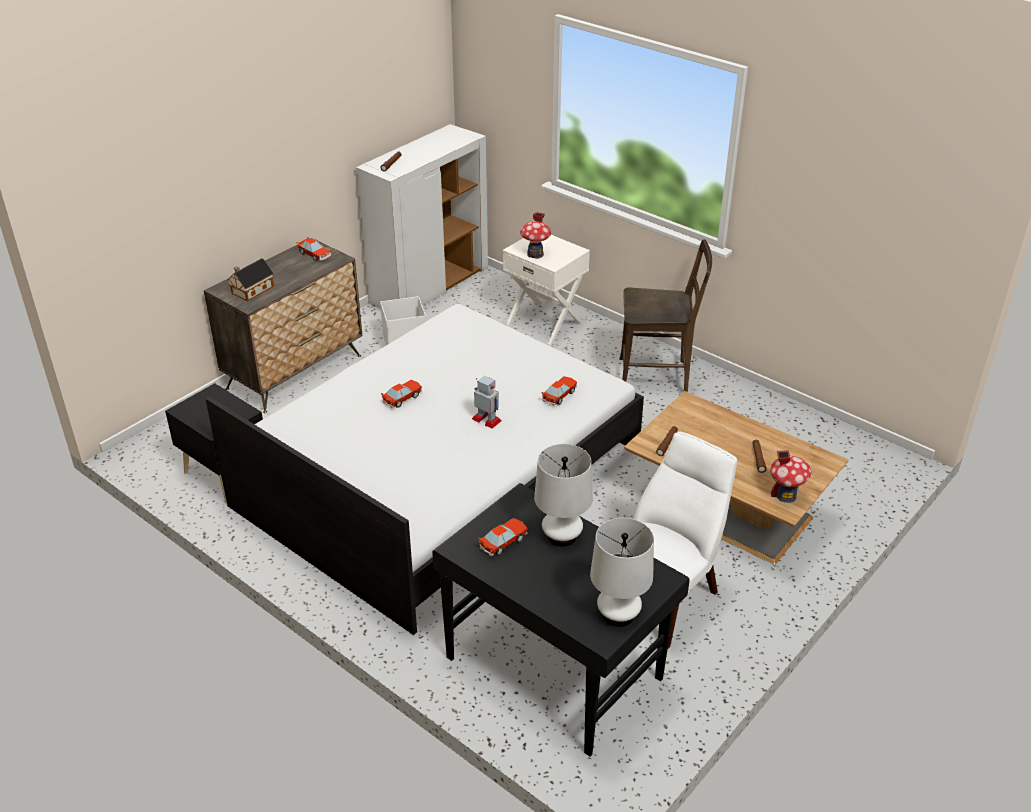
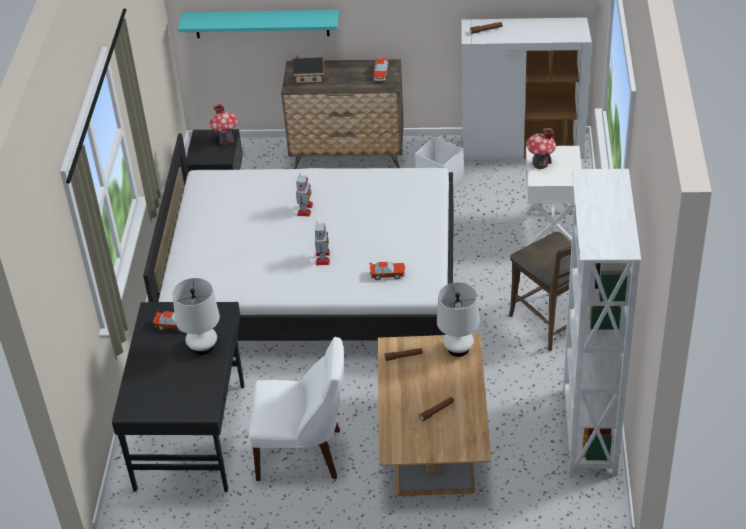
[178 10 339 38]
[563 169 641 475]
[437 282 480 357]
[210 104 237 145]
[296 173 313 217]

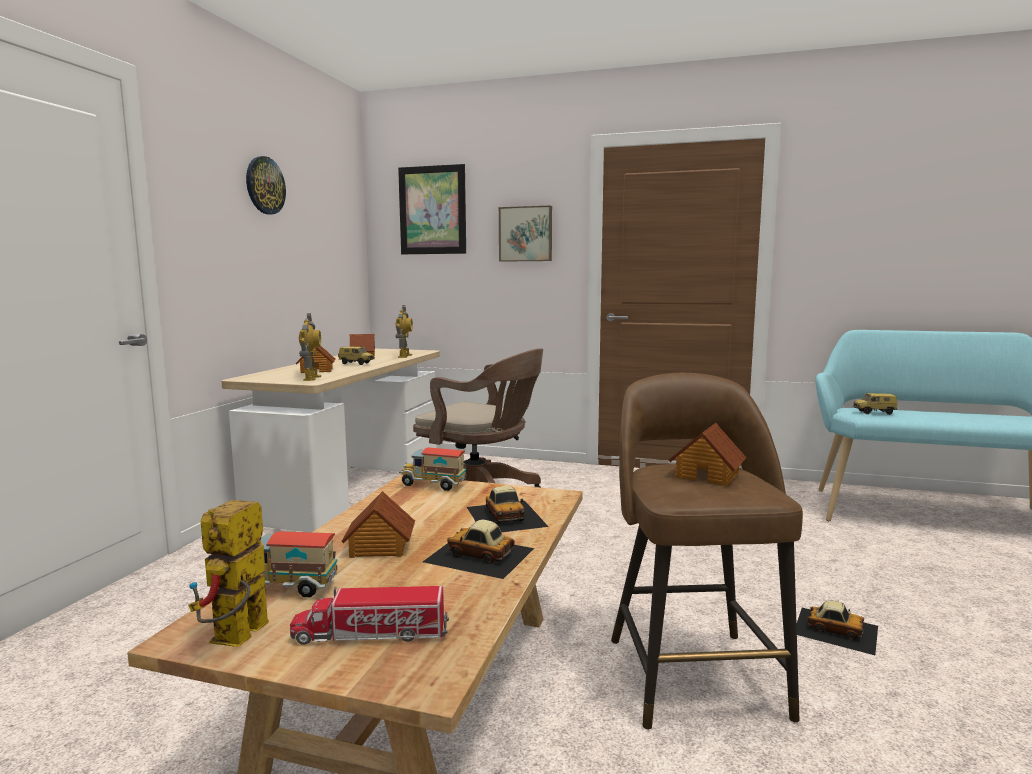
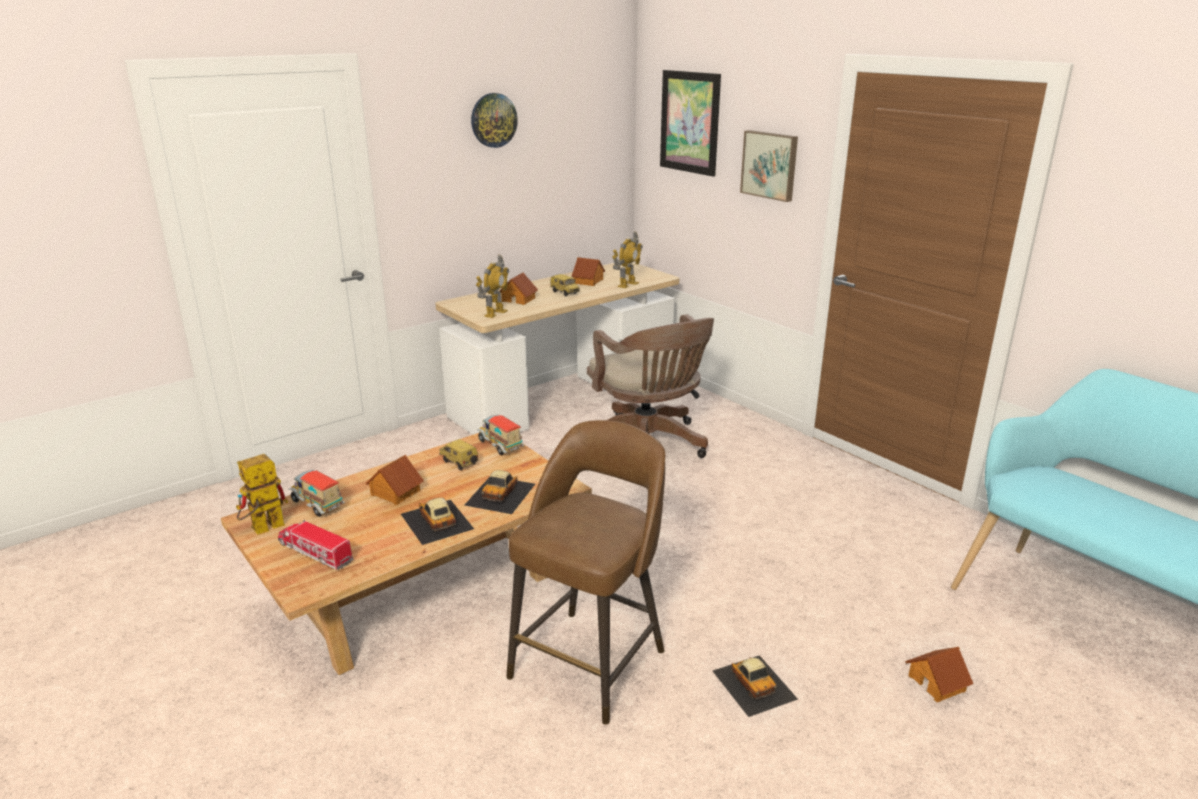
[905 647 973 702]
[439 439 479 470]

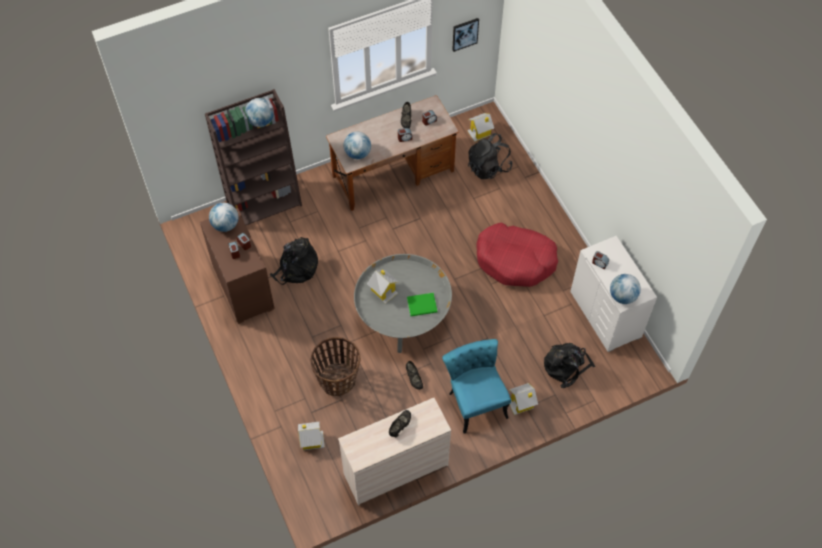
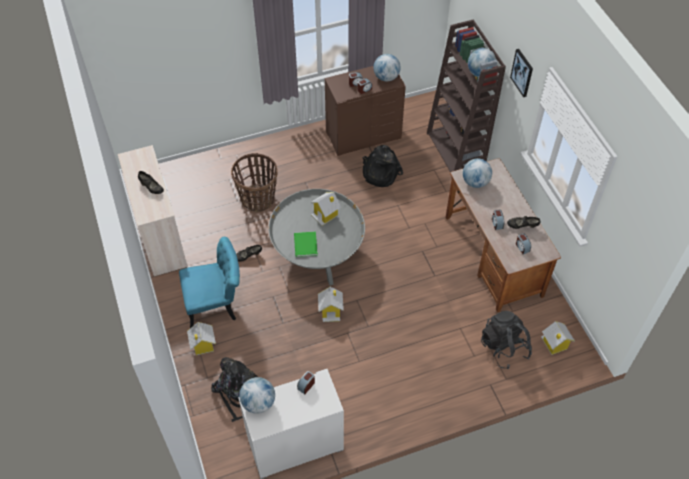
[476 223 558 287] (first image)
[318 287 344 322]
[510 49 533 97]

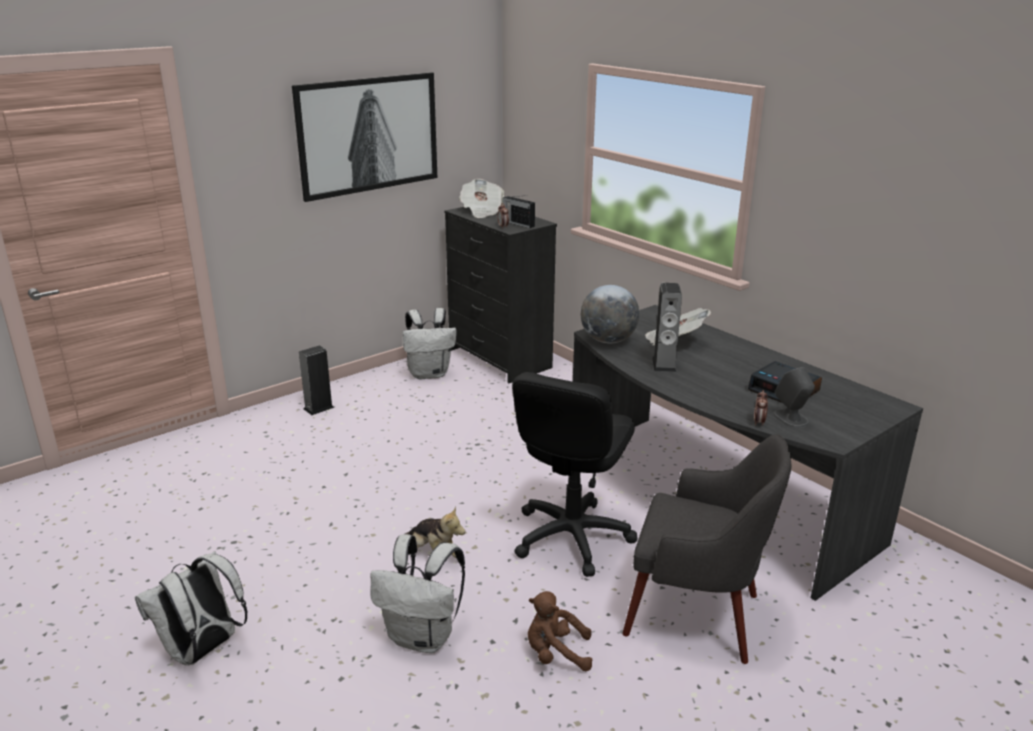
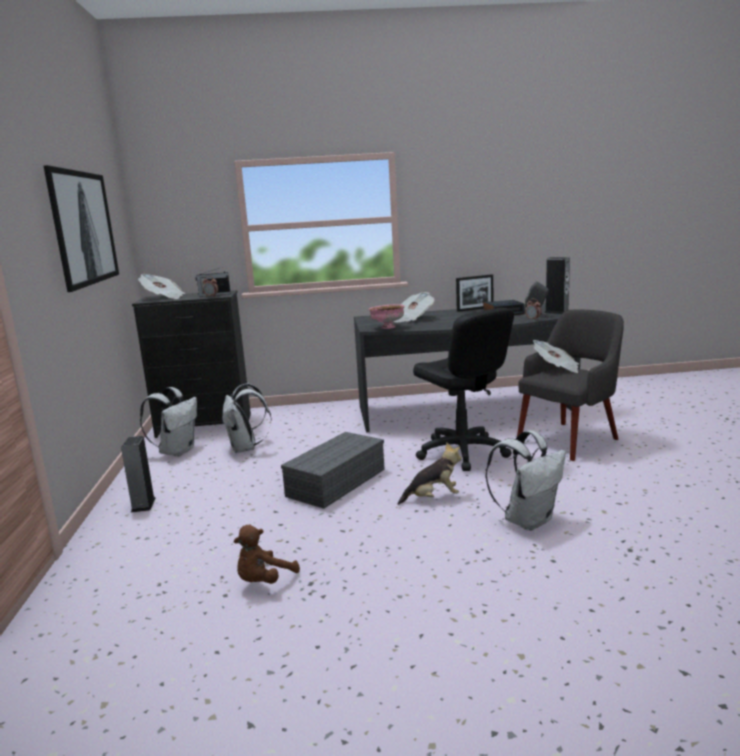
[281 432 385 509]
[456 274 493 312]
[533 340 579 373]
[222 383 272 453]
[234 524 300 584]
[544 257 570 314]
[369 304 405 329]

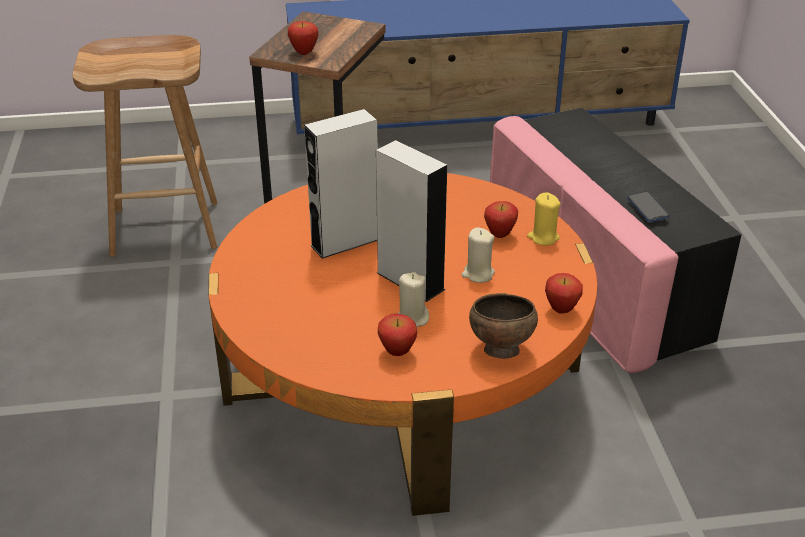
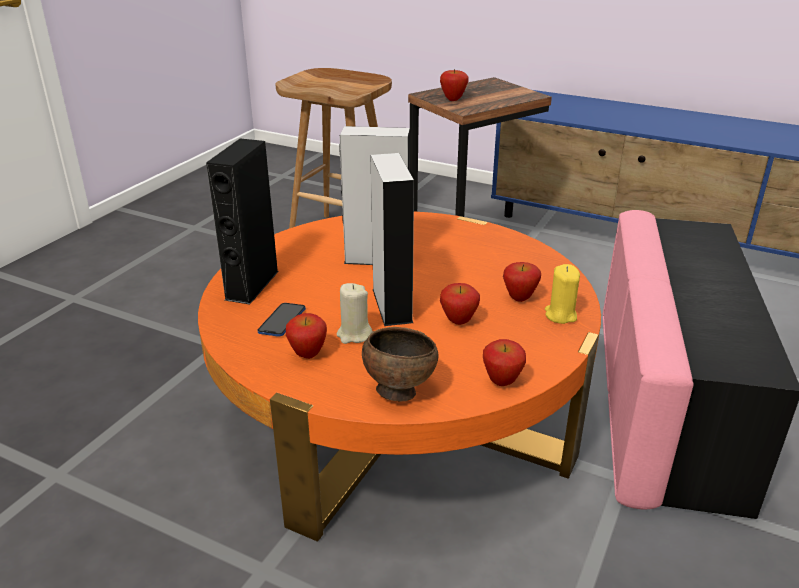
[206 138 279 304]
[257 303 306 337]
[440 283 480 325]

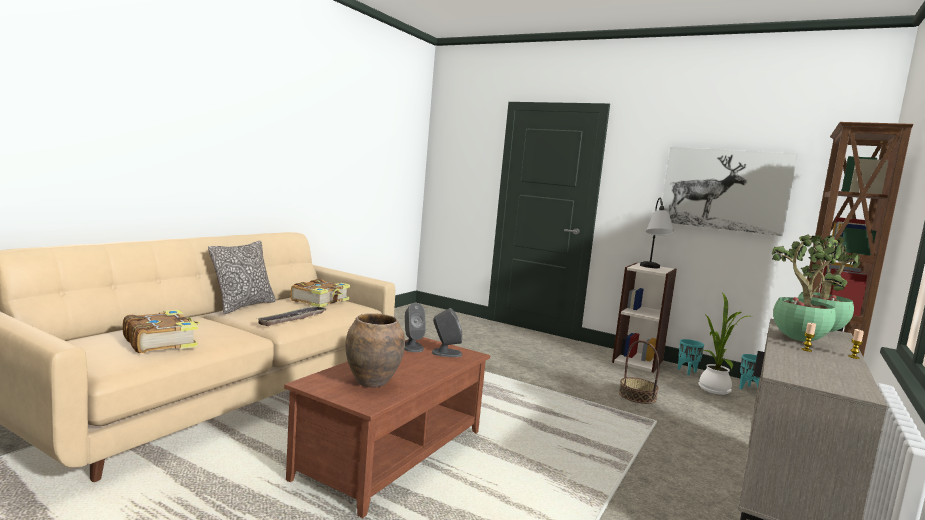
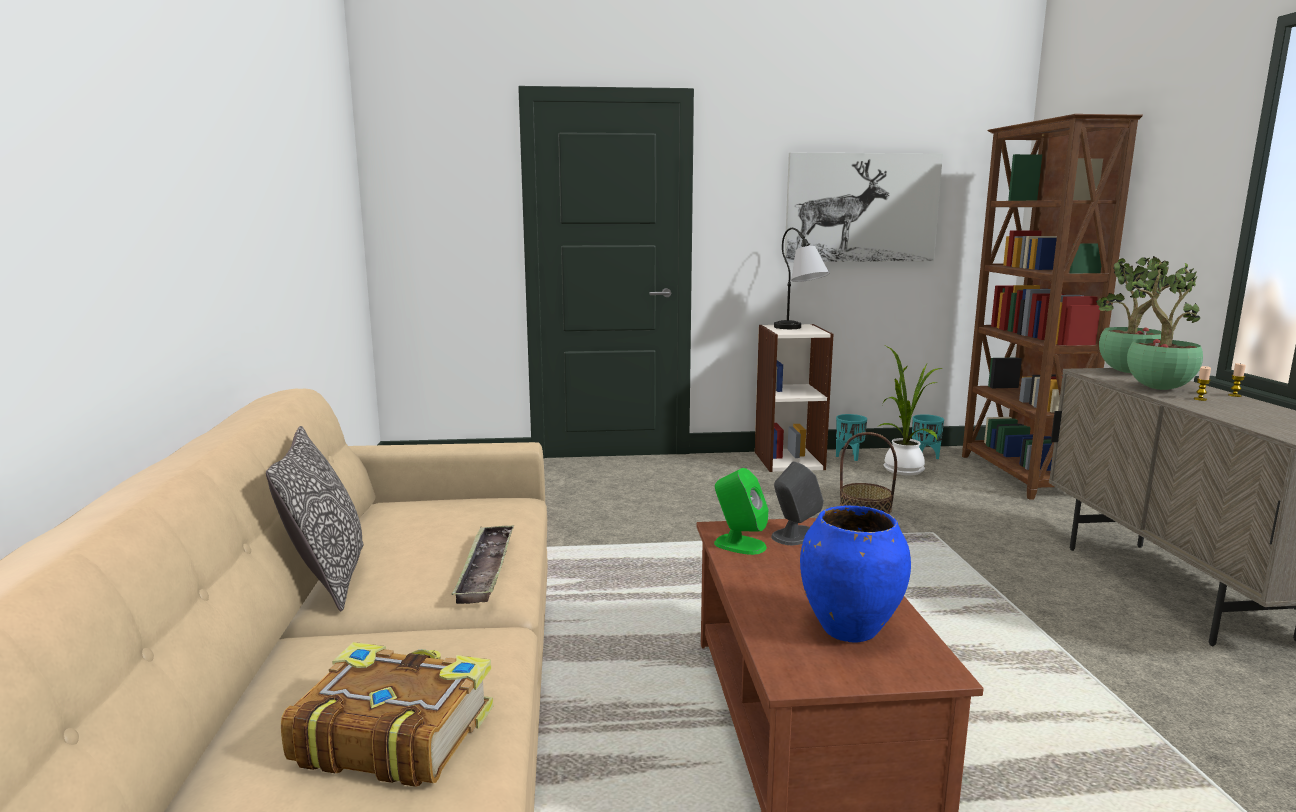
[291 279 350 307] (first image)
[800 505 911 643]
[714 468 768 555]

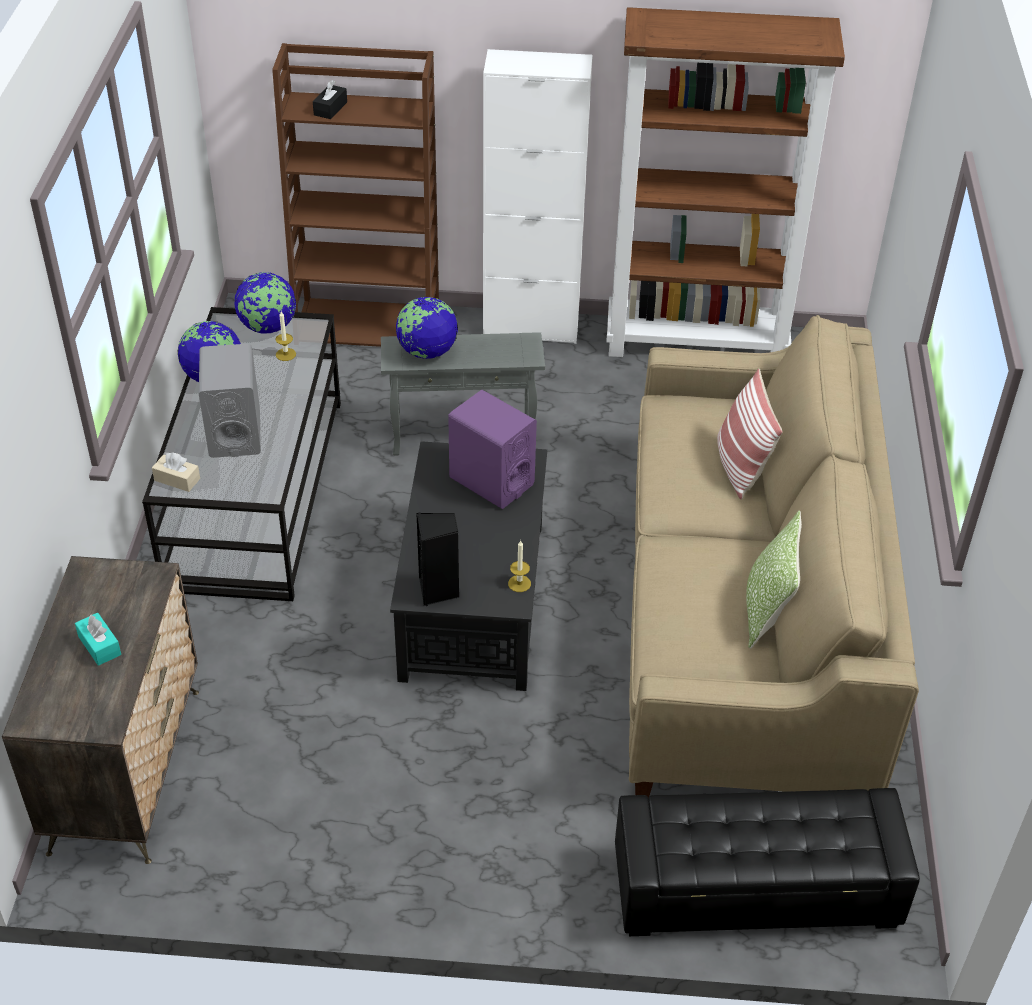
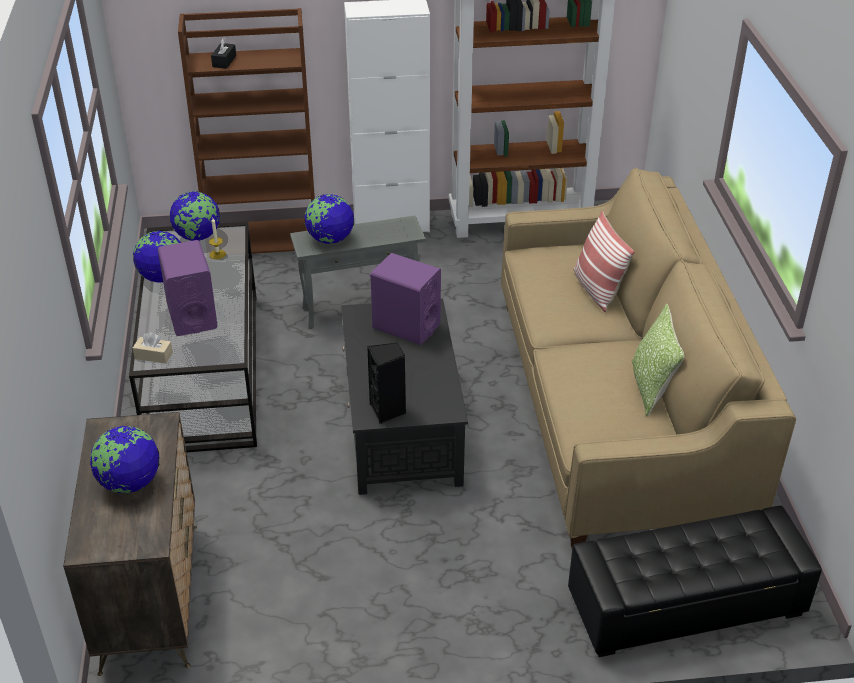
[508 540 531 592] (first image)
[90 426 160 493]
[158 240 218 336]

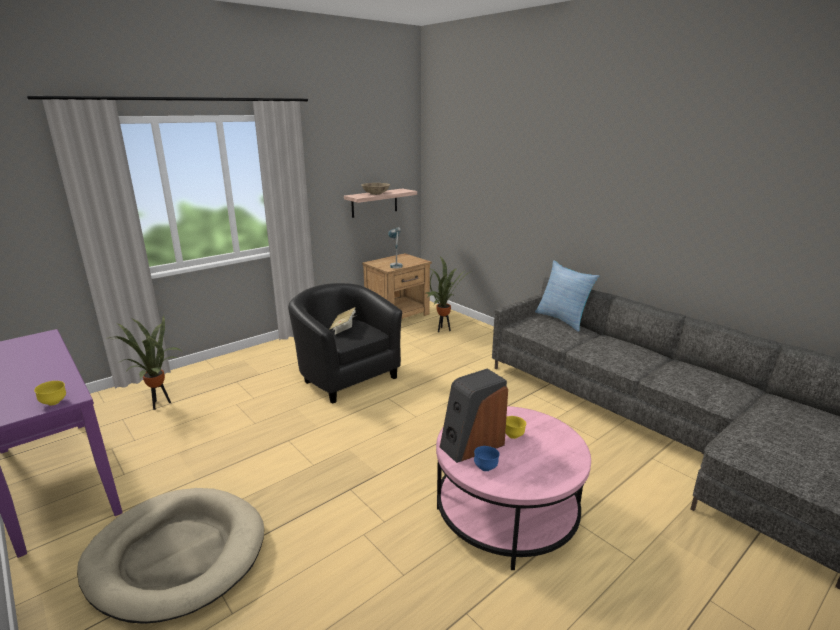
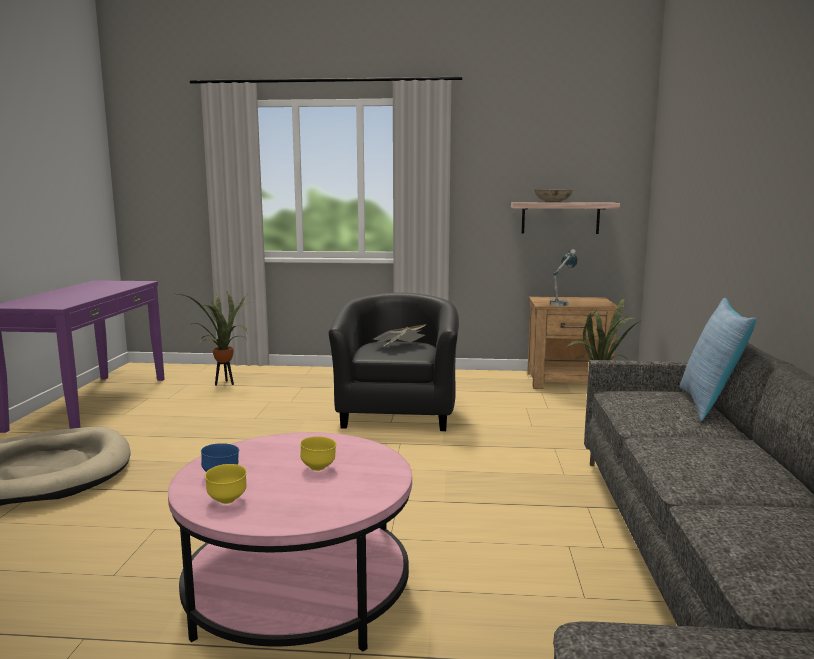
[440 368 508 463] (first image)
[205 464 247 504]

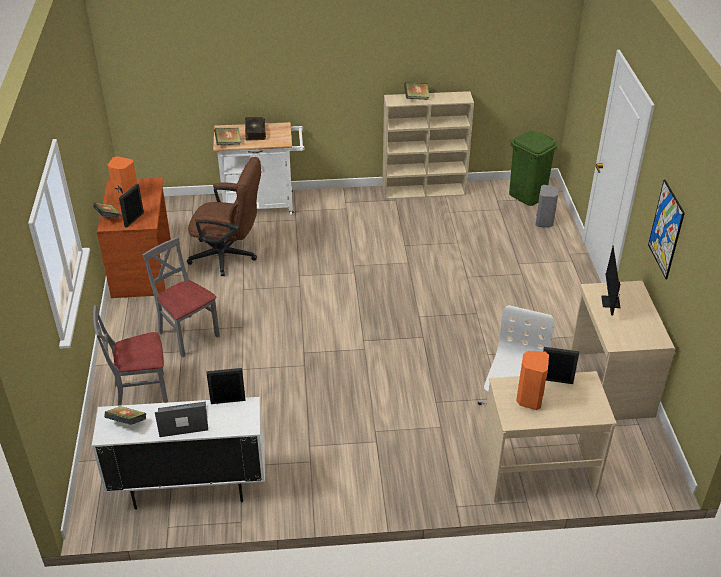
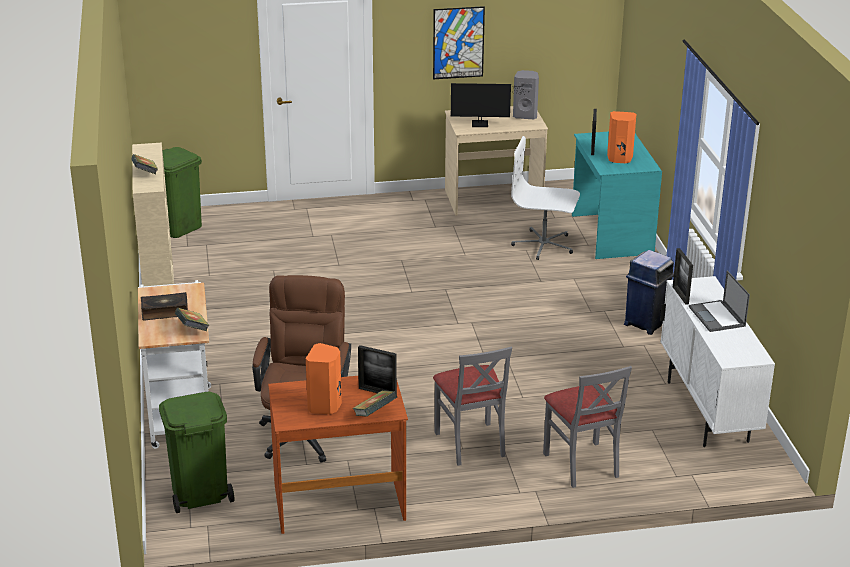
[104 406 146 425] (first image)
[159 392 234 513]
[624 250 674 335]
[513 70 539 119]
[572 131 662 259]
[433 347 512 466]

